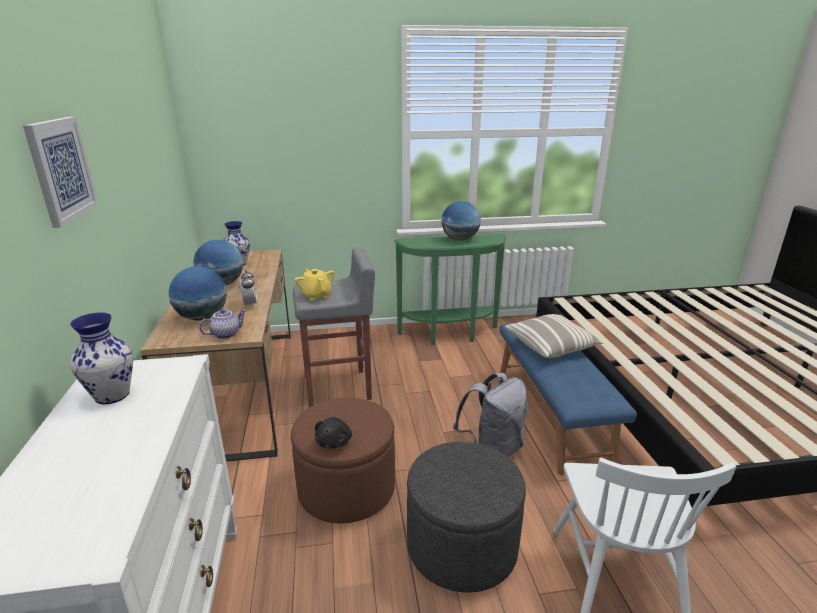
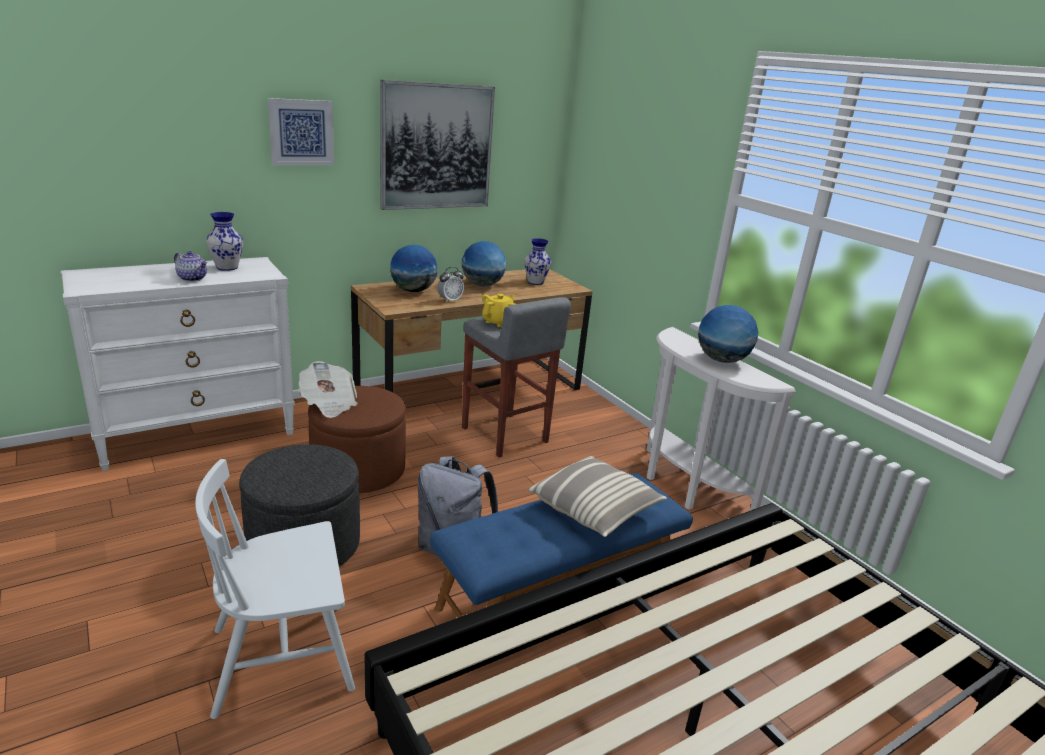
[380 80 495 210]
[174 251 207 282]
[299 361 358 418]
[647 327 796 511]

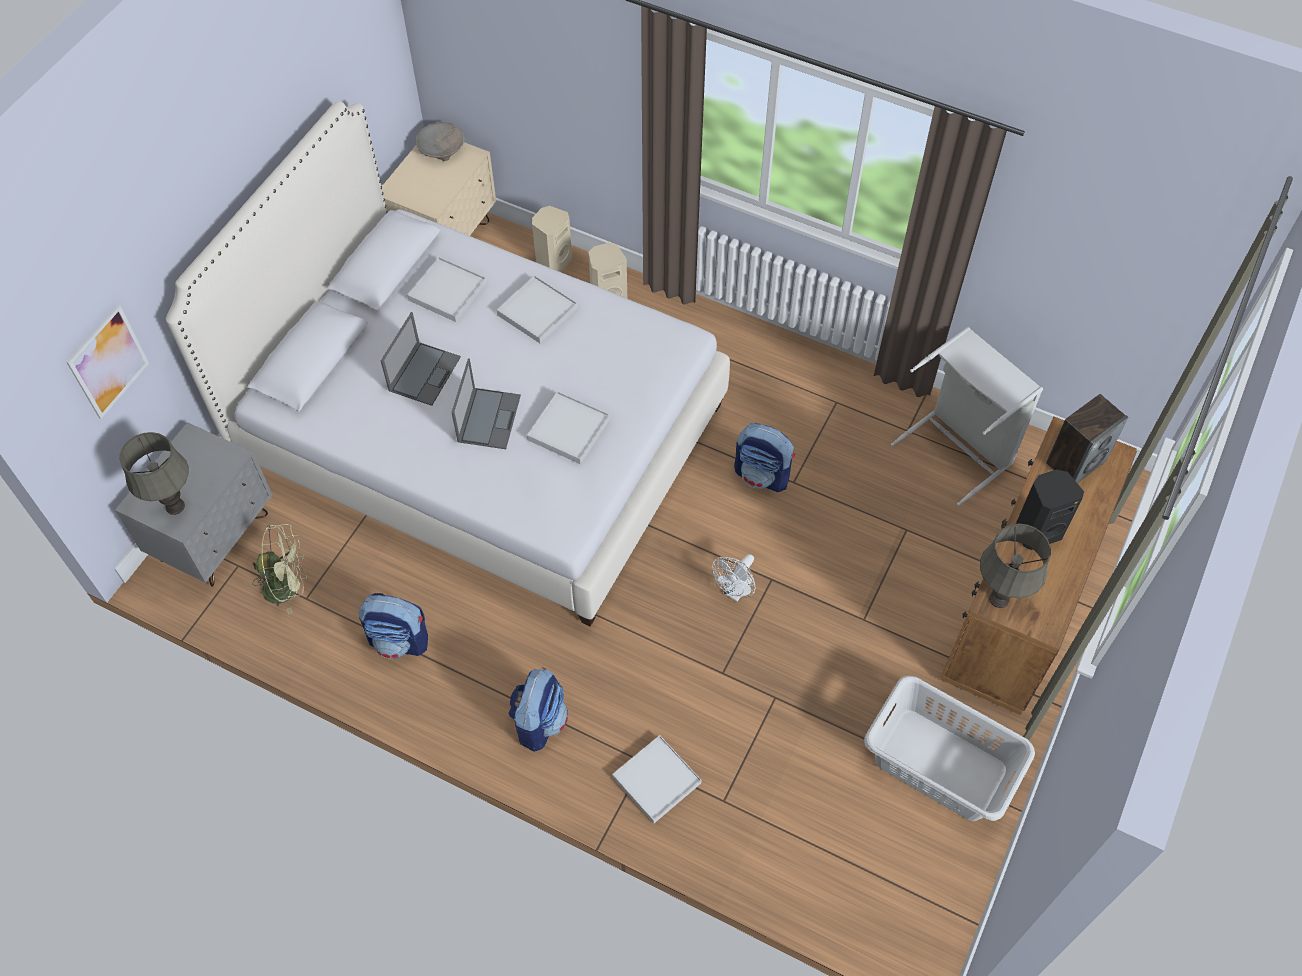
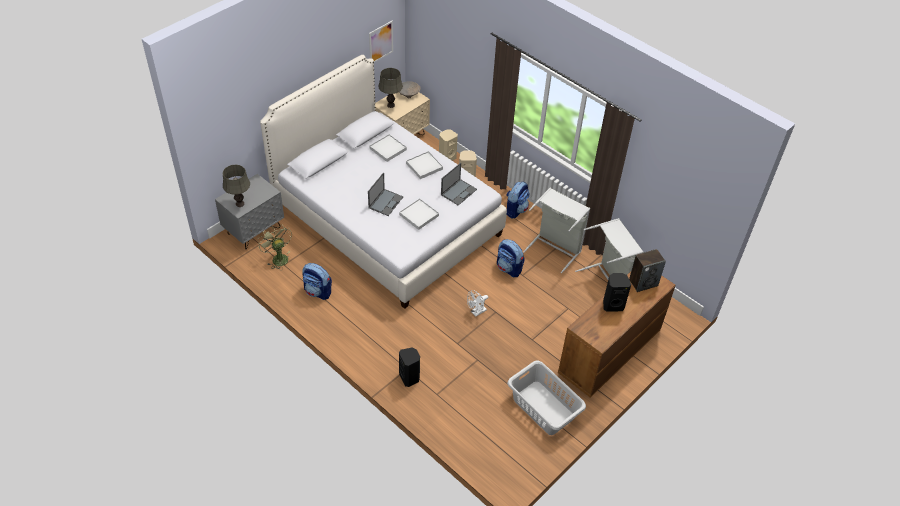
[523 188 590 273]
[369 21 393 62]
[441 163 477 206]
[506 182 530 218]
[378 68 403 108]
[399 347 420 387]
[257 224 292 270]

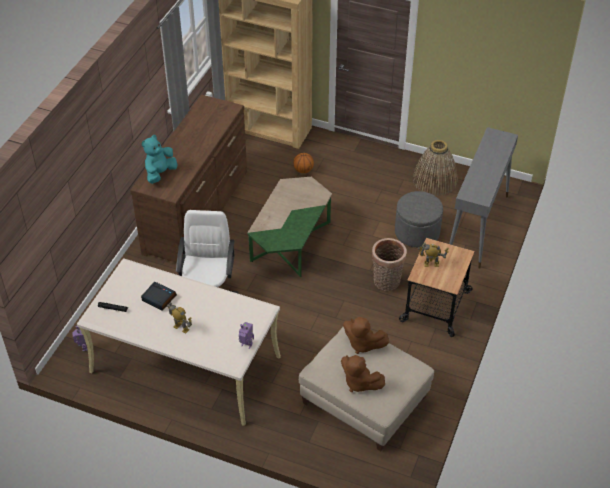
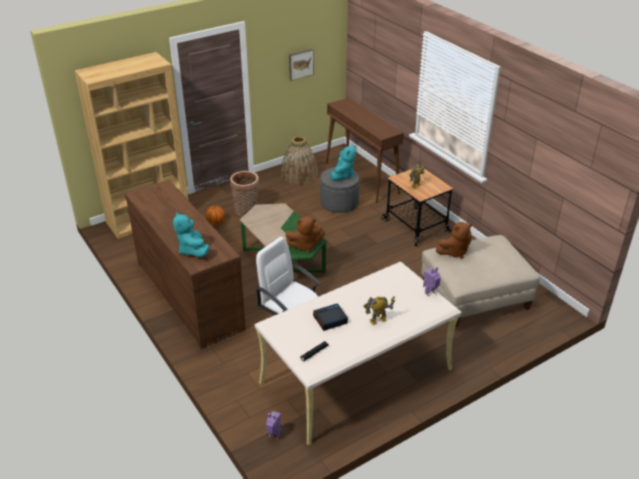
[289 49 314 81]
[330 145 356 181]
[285 216 325 253]
[230 171 259 217]
[326 97 404 203]

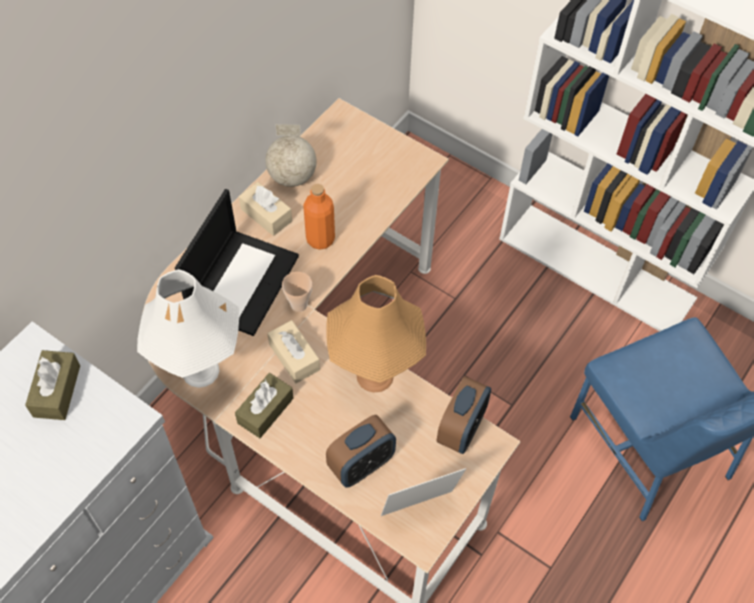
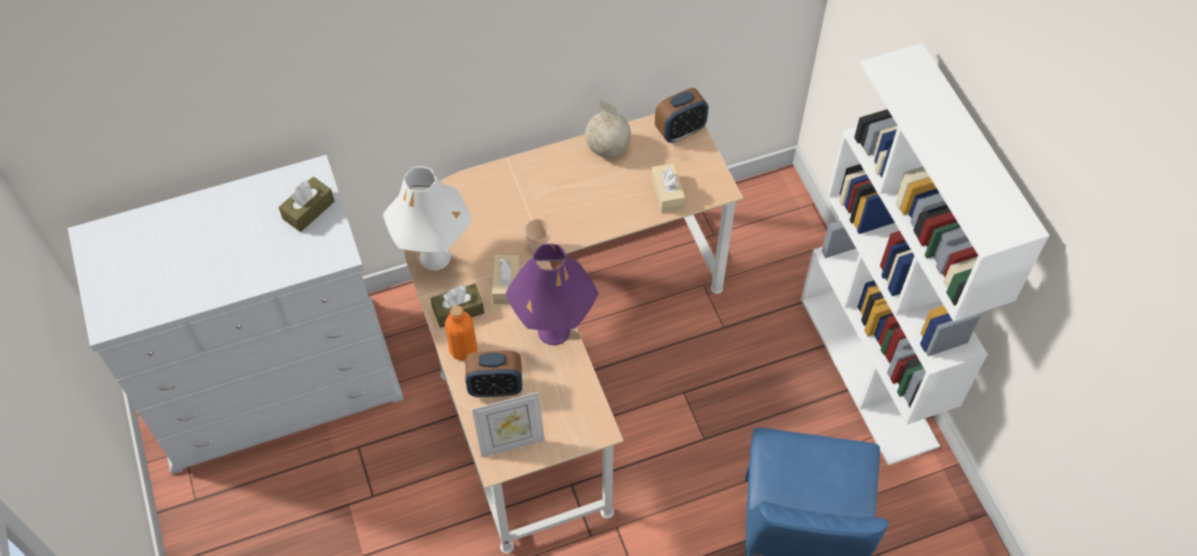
[175 189 299 336] (first image)
[651 163 685 213]
[445 305 477 361]
[655 88 708 143]
[505 244 599 345]
[472 392 545 457]

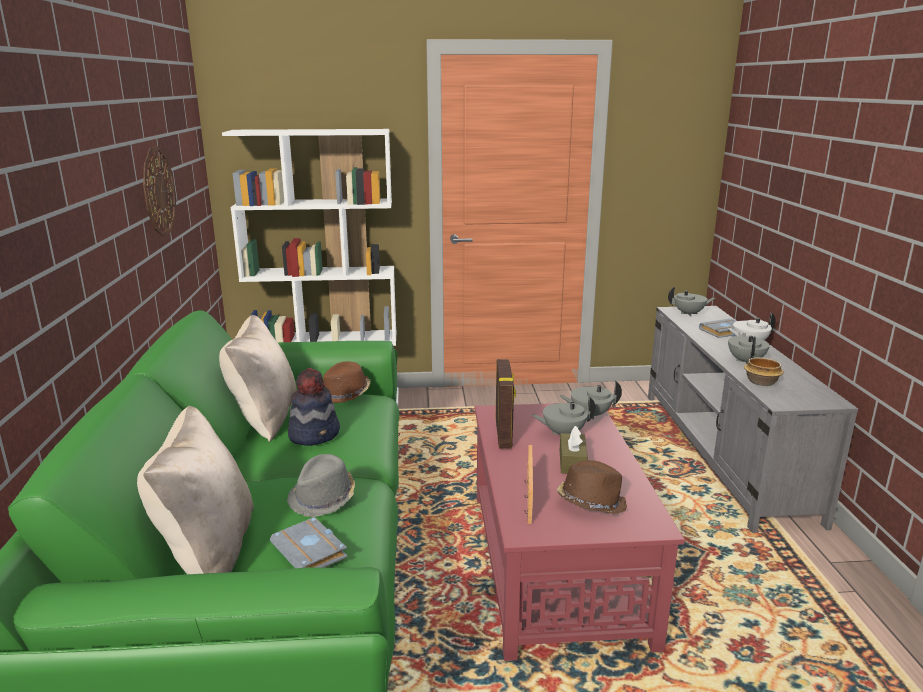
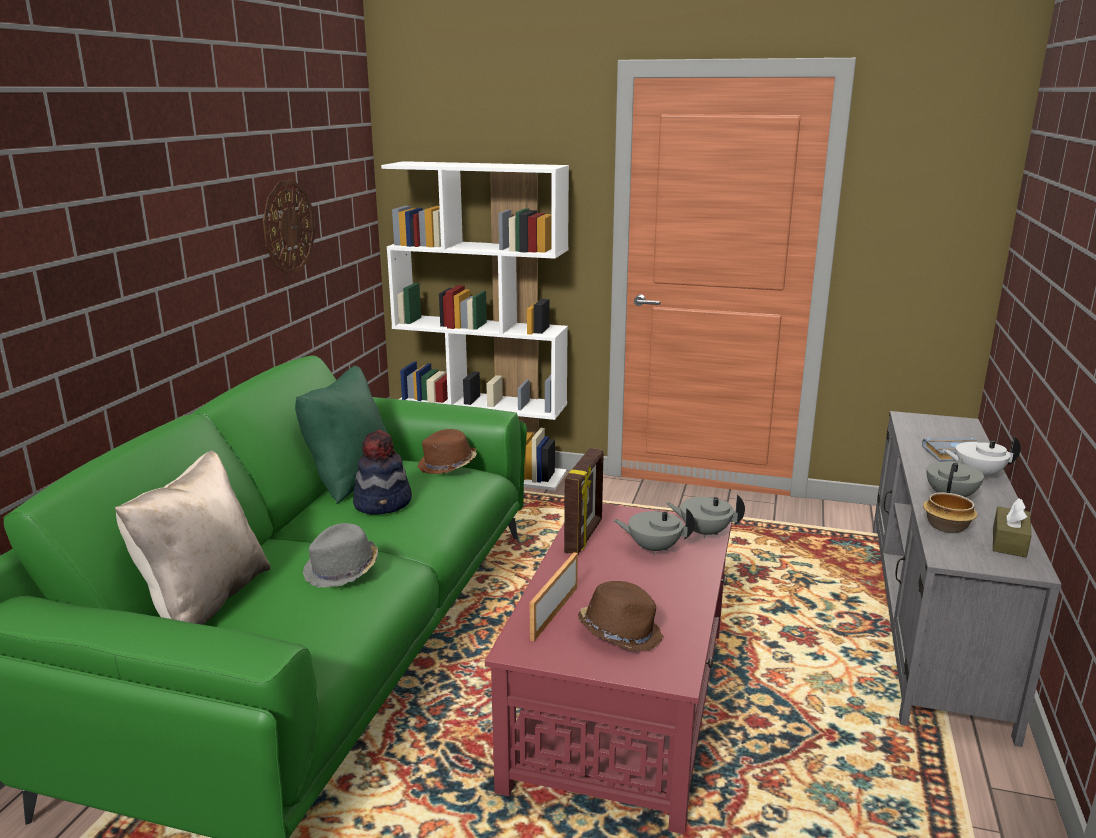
[270 517 348 568] (first image)
[668 287 715 316] (first image)
[993 498 1032 557]
[295 366 387 504]

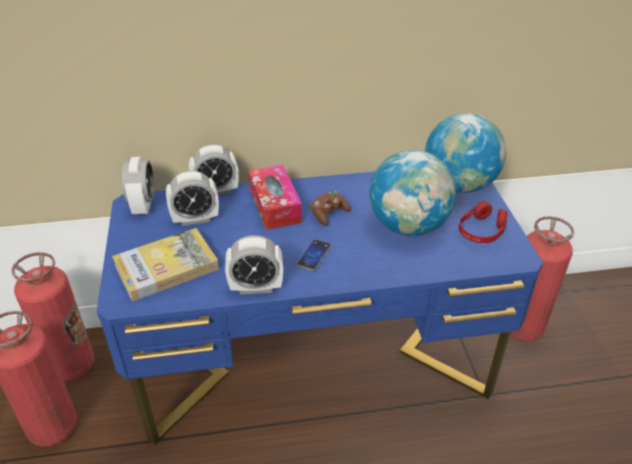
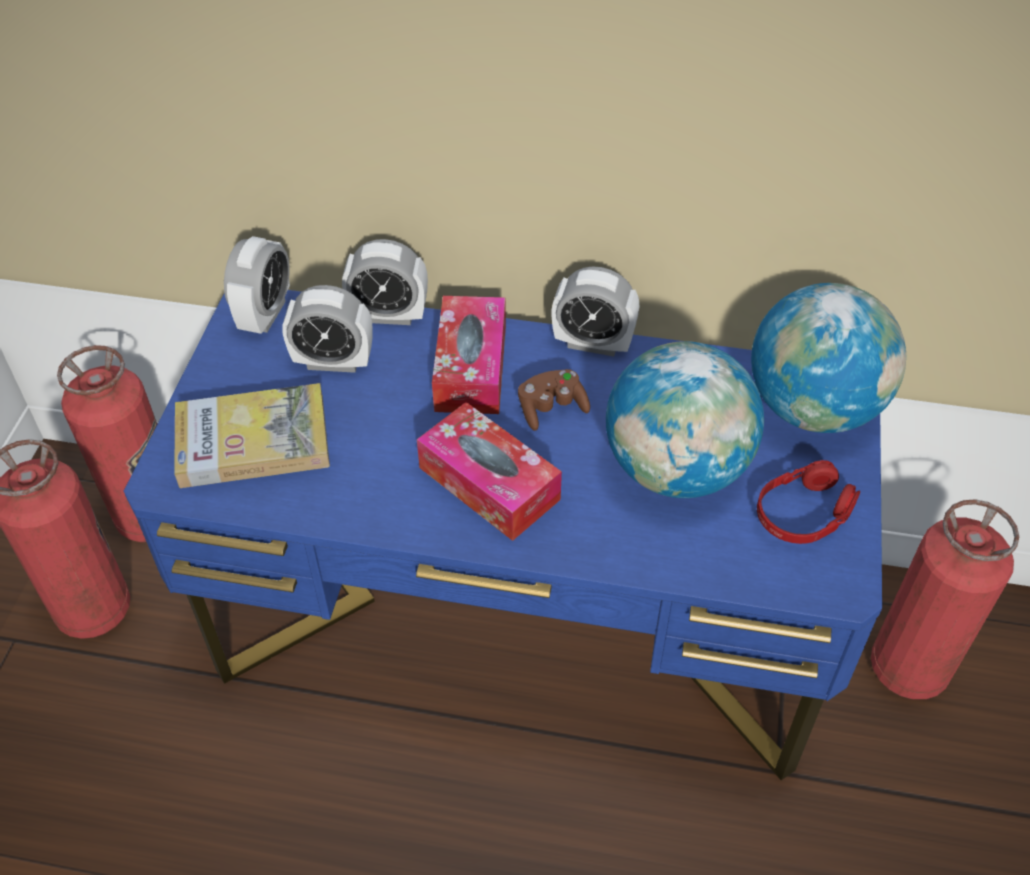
[552 266 640 357]
[417 402 562 541]

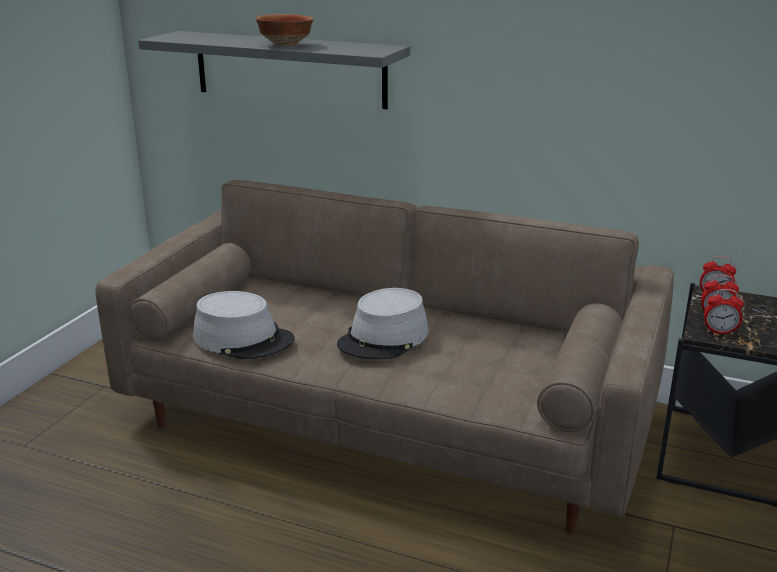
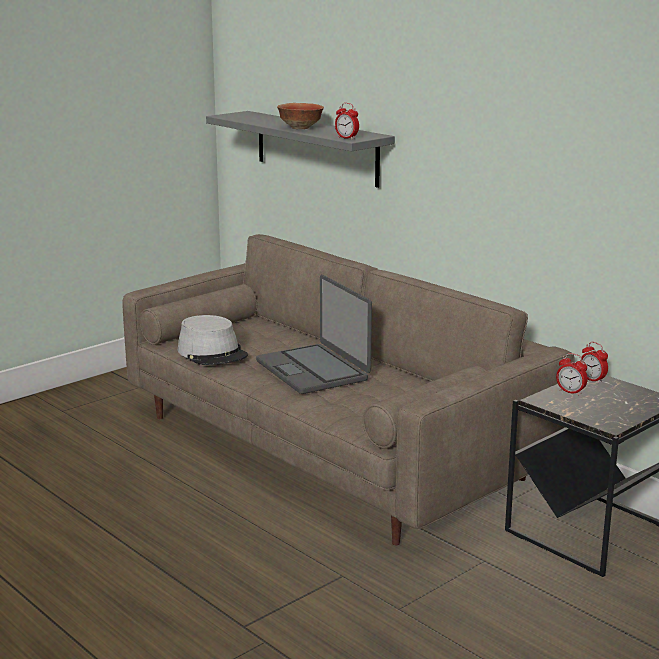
[335 103 359 139]
[256 274 372 394]

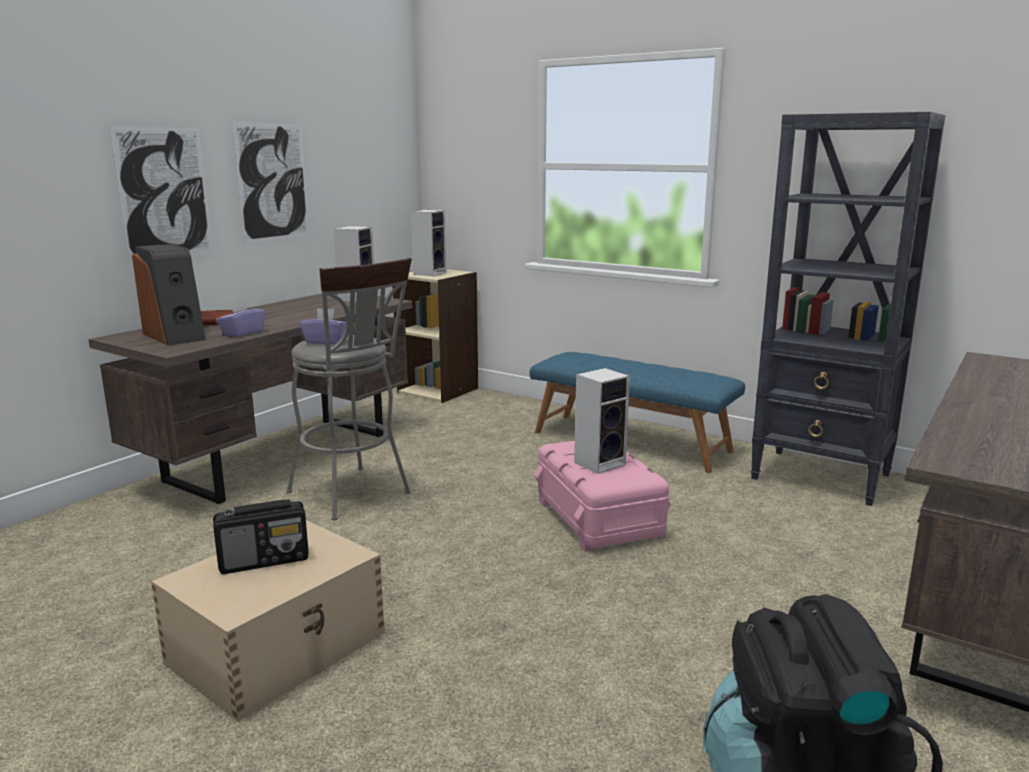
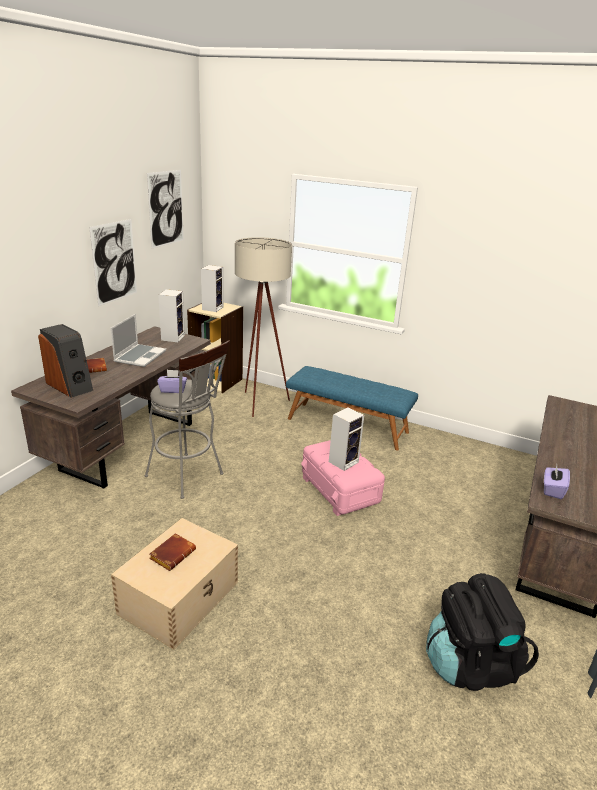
[751 112 946 506] (first image)
[111 314 166 367]
[235 237 292 417]
[147 170 184 248]
[544 465 570 499]
[149 533 196 571]

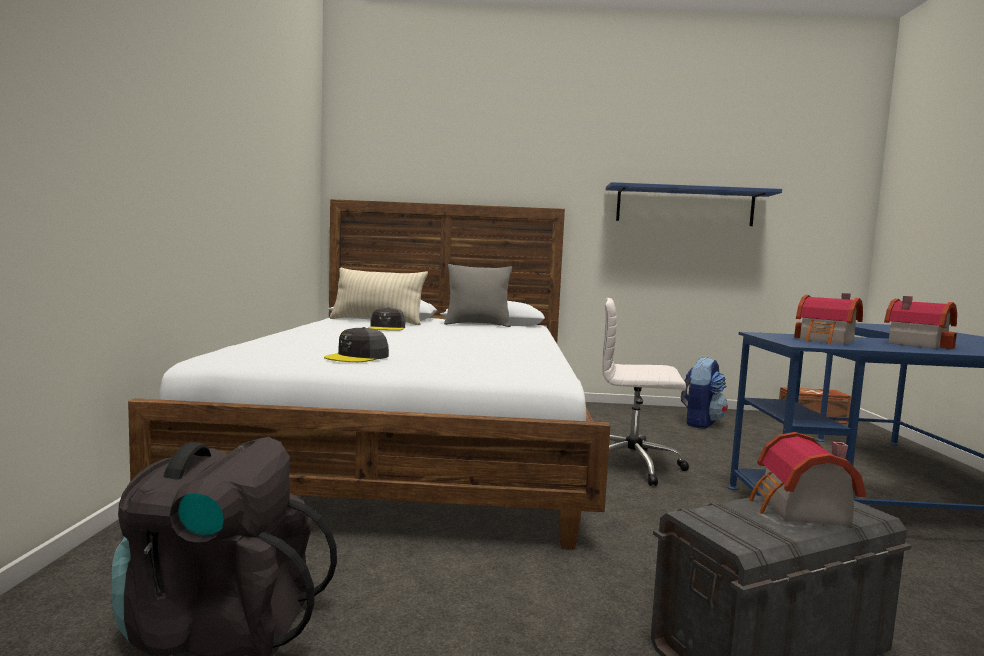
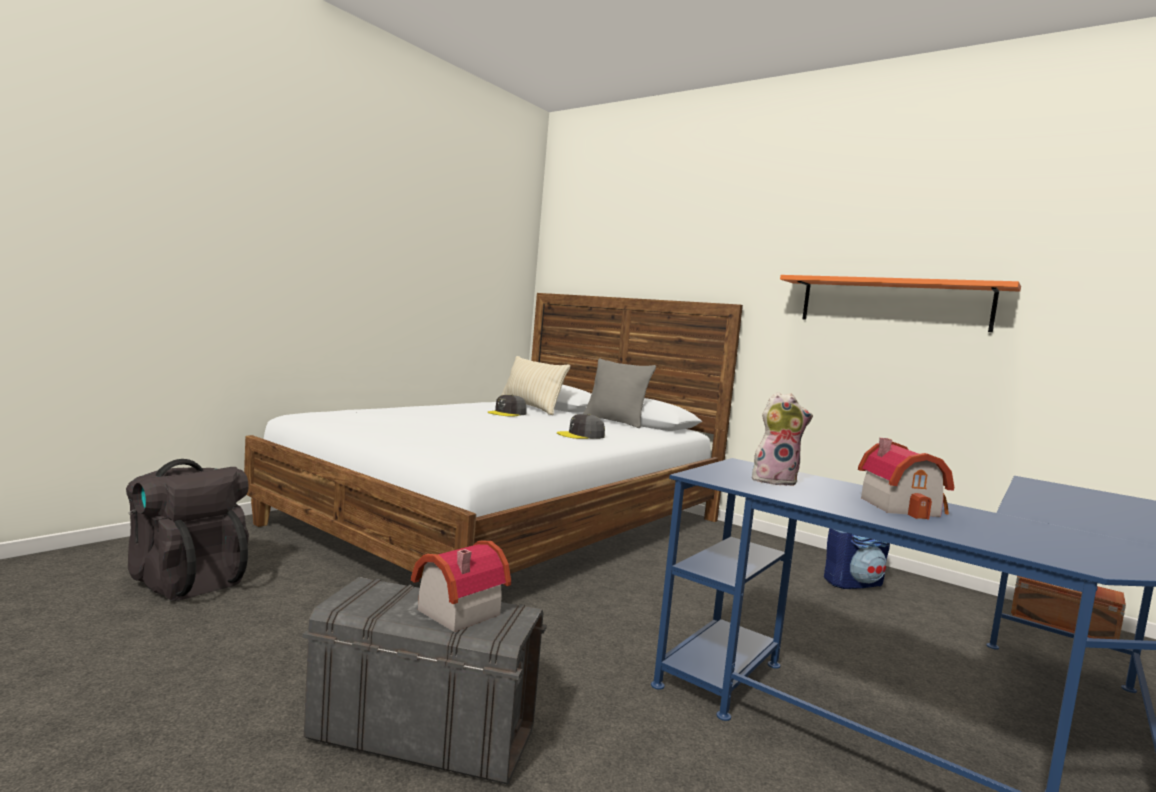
[602 298 689 486] (first image)
[557 414 605 439]
[752 392 813 486]
[780 275 1021 332]

